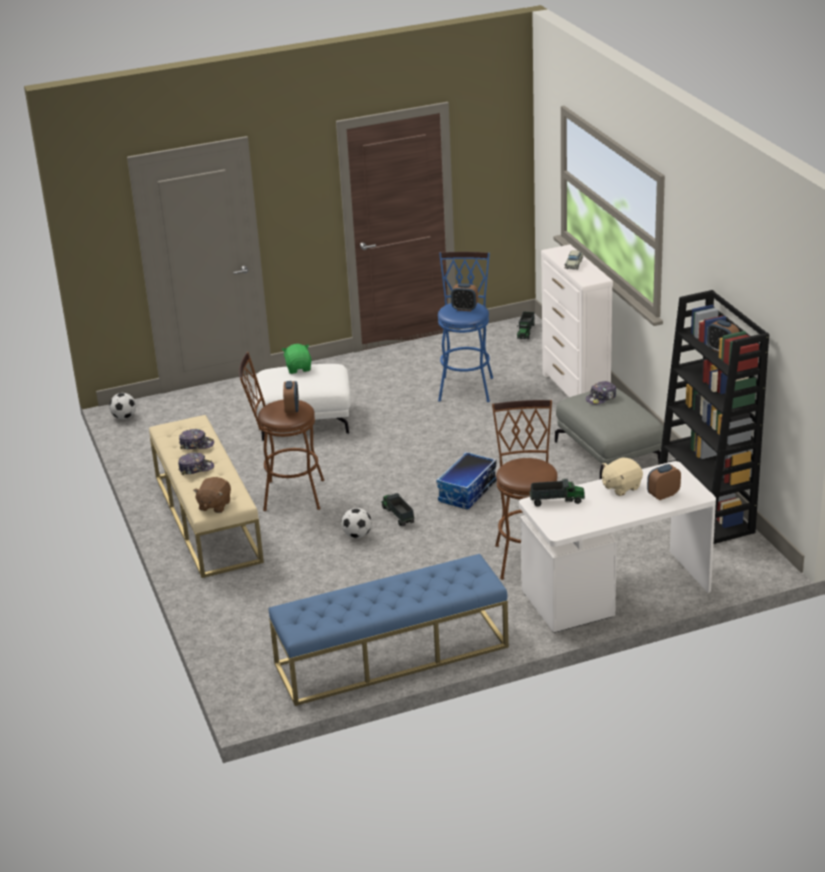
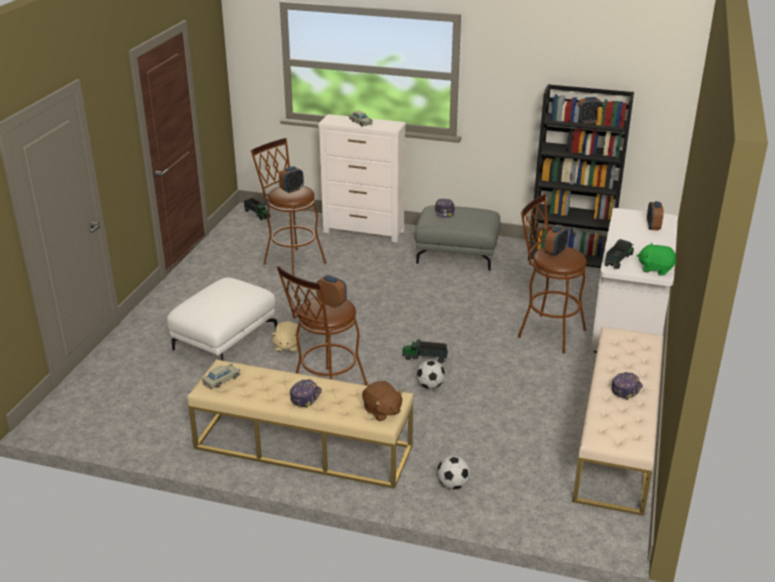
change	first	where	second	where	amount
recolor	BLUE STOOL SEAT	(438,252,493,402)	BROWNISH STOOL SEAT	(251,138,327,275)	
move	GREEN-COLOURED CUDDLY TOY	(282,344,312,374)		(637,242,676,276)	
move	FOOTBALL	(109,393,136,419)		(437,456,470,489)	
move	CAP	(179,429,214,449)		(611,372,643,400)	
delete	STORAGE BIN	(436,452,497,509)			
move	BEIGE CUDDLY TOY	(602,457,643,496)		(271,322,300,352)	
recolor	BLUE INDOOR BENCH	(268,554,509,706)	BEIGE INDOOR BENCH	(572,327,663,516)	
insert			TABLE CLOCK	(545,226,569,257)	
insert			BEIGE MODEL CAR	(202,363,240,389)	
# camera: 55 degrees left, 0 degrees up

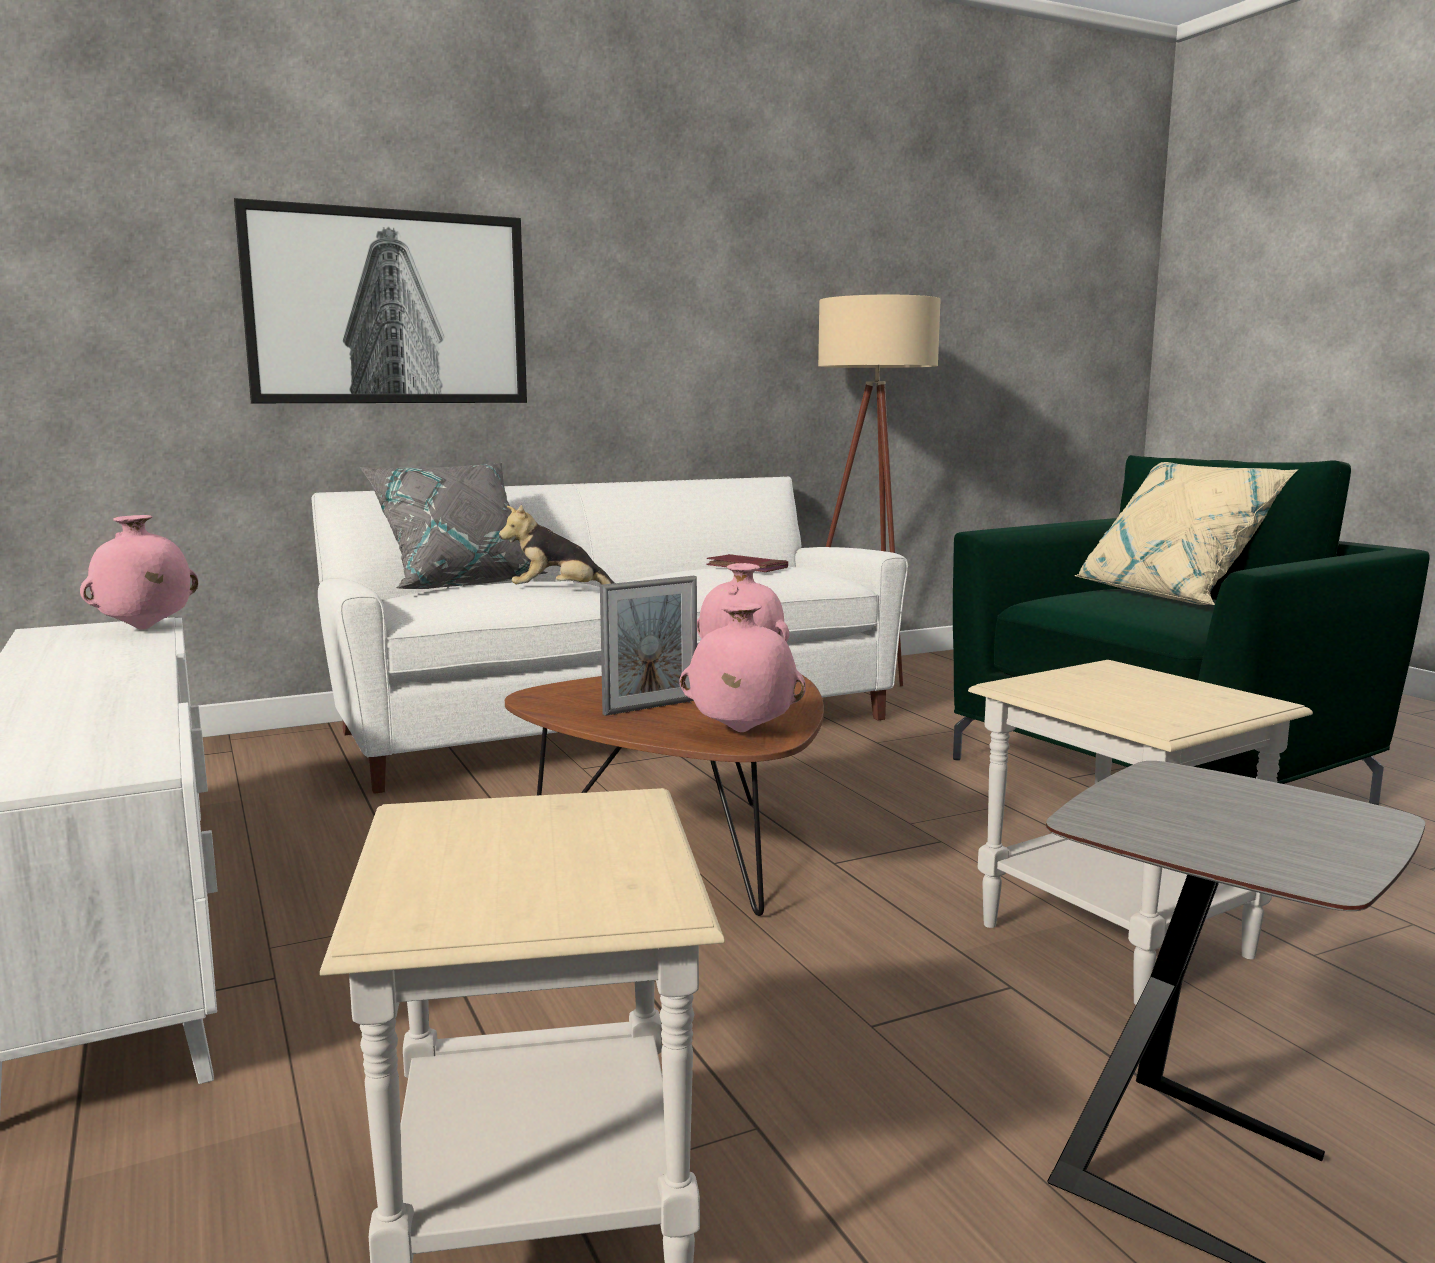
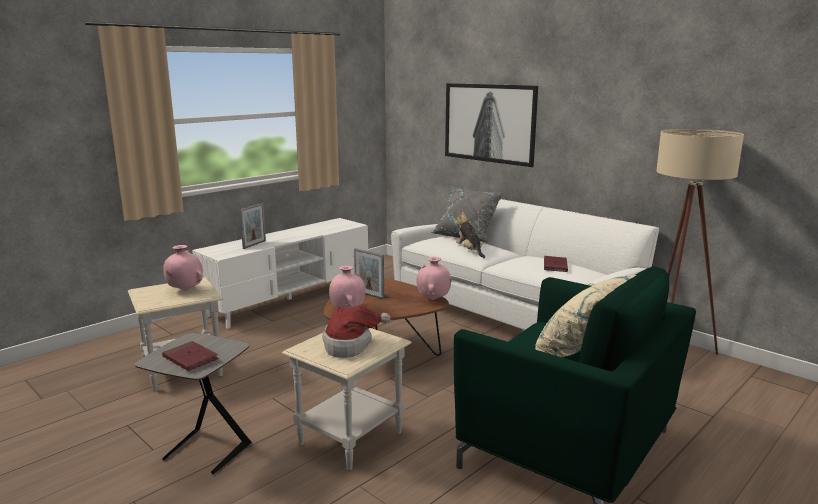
change	first	where	second	where	amount
move	PINK FLOWER VASE	(80,515,198,630)		(163,245,203,291)	
insert			PHOTO FRAME	(240,203,266,249)	
insert			HAT	(322,305,391,358)	
insert			REDDISH BOUND BOOK	(162,341,219,371)	
# camera: 70 degrees right, 5 degrees up

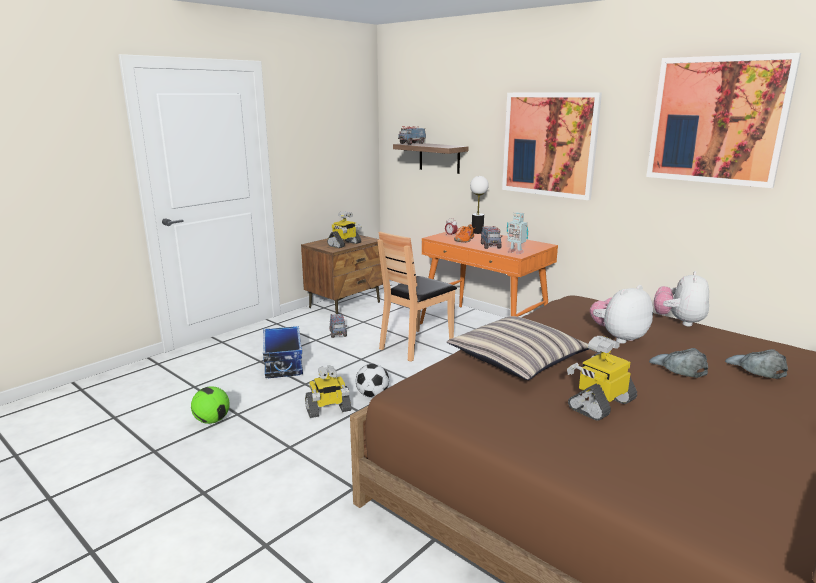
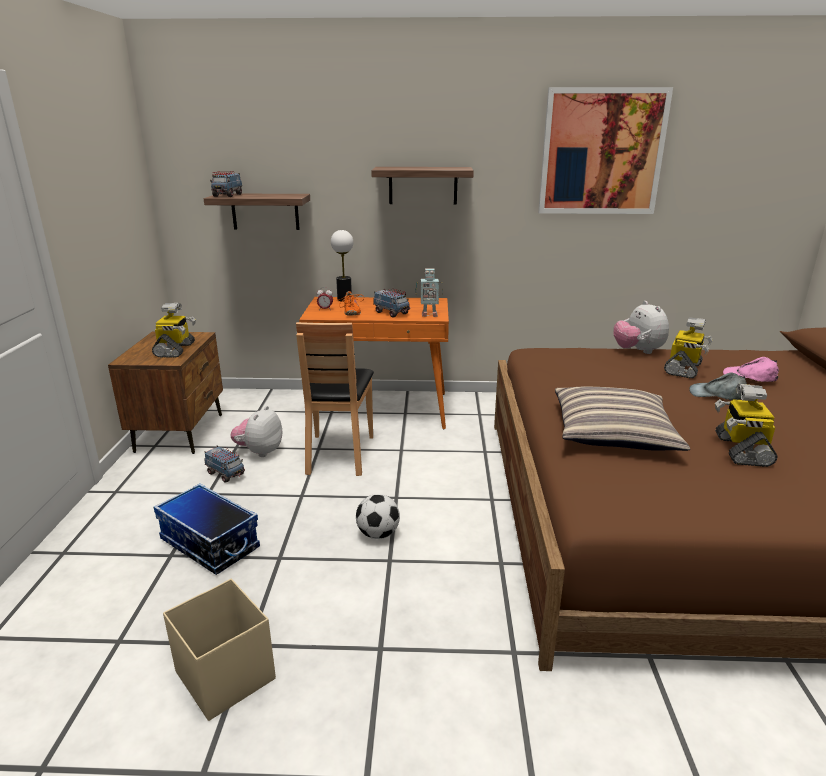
change	first	where	second	where	amount
replace	PICTURE	(502,92,602,200)	SHELF	(371,167,474,205)	
move	CUDDLY TOY	(590,285,653,344)		(230,406,282,457)	
recolor	GREYISH CAP	(725,349,788,379)	PINK CAP	(723,357,779,382)	
move	MODEL ROBOT	(305,365,352,418)		(664,317,713,379)	
replace	FOOTBALL	(191,386,230,424)	BEIGE STORAGE BIN	(163,579,276,721)	
# camera: 40 degrees left, 5 degrees up

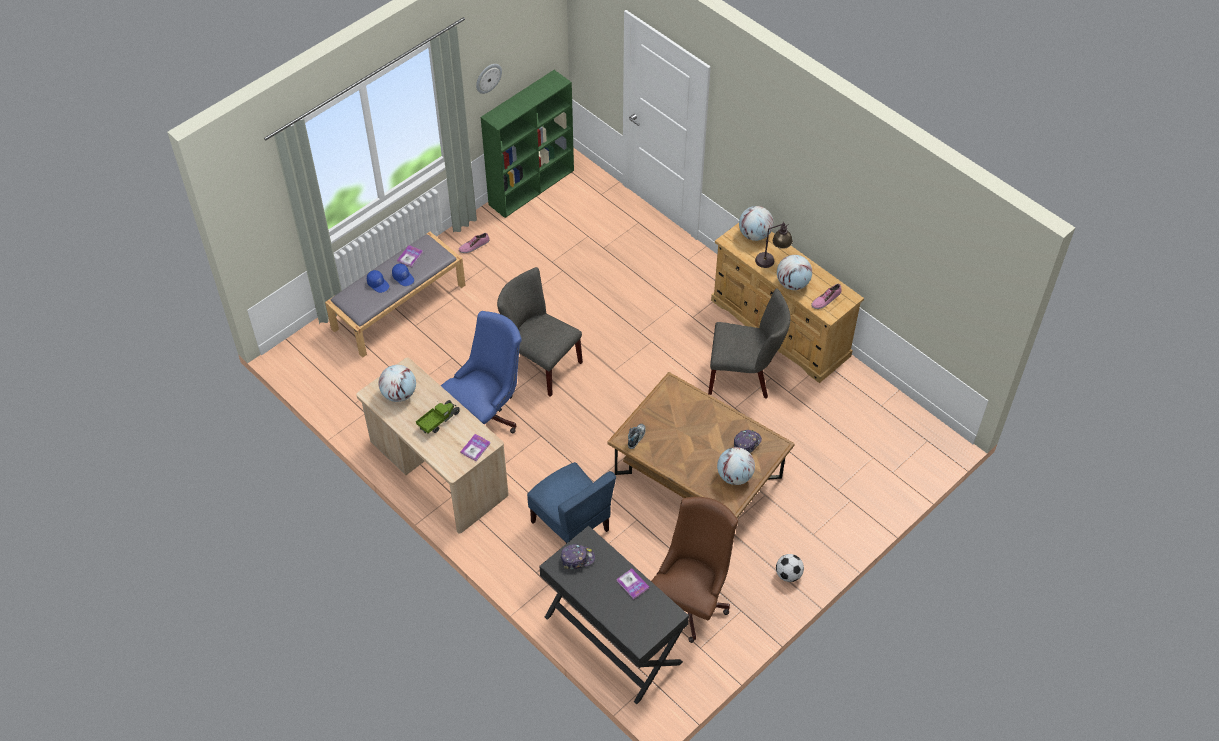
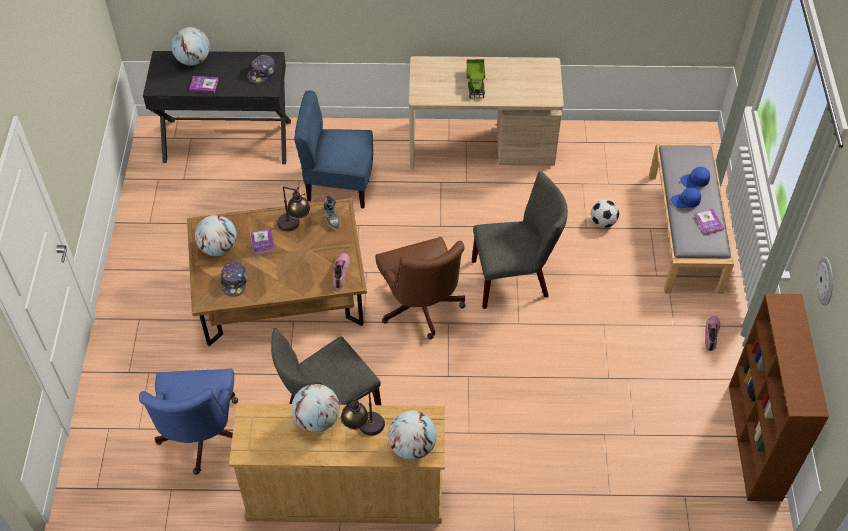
change	first	where	second	where	amount
recolor	GREEN-COLOURED SHELVING UNIT	(481,70,574,218)	BROWNISH SHELVING UNIT	(729,294,829,501)	
move	SHOE	(811,284,841,309)		(333,253,350,289)	
move	BLUE DESK CHAIR	(441,311,522,433)		(139,368,238,475)	
move	GLOBE	(379,365,416,402)		(171,27,210,66)	
move	BOUND BOOK	(461,434,491,461)		(250,229,275,255)	
move	BROWNISH DESK CHAIR	(651,497,738,643)		(375,237,465,339)	
move	FOOTBALL	(776,554,804,582)		(591,200,619,228)	
insert			TABLE LAMP	(277,187,311,231)	
# camera: 135 degrees right, 0 degrees up

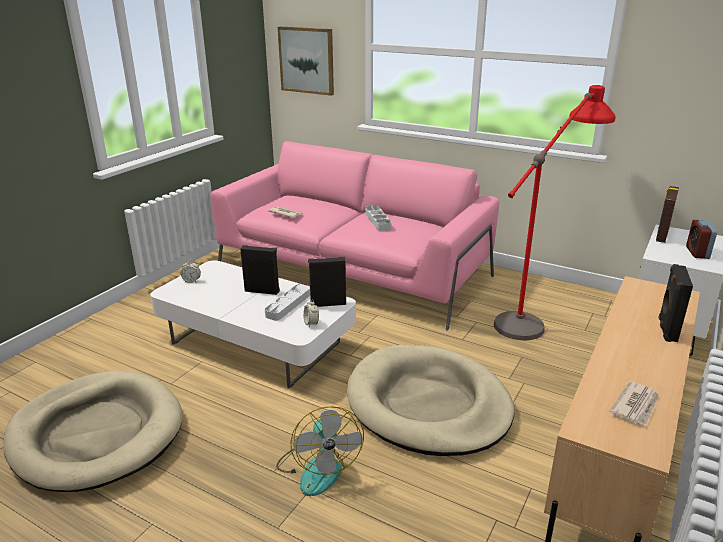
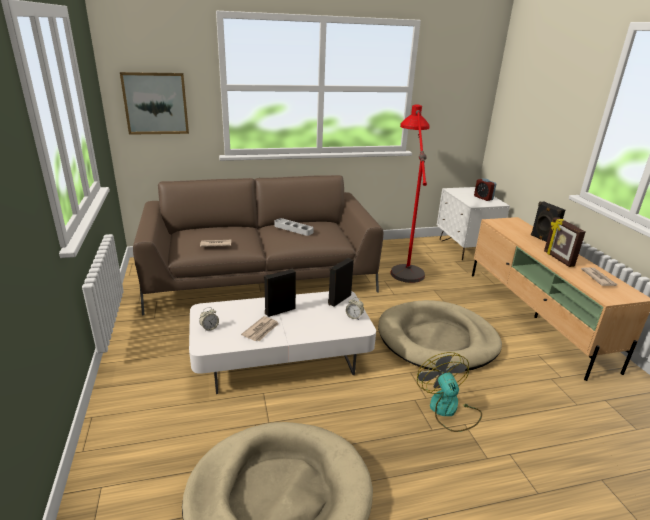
change	first	where	second	where	amount
recolor	PINK SOFA	(211,141,499,330)	BROWNISH SOFA	(133,175,383,315)	
move	PHOTO FRAME	(656,186,679,243)		(544,217,586,267)	
delete	GREYISH TRAY	(265,284,310,321)			
rotate	ELECTRIC FAN	(276,406,364,496)		(417,352,482,432)	135 degrees counterclockwise
insert			NEWSPAPER	(241,316,279,341)	
# camera: 45 degrees left, 0 degrees up

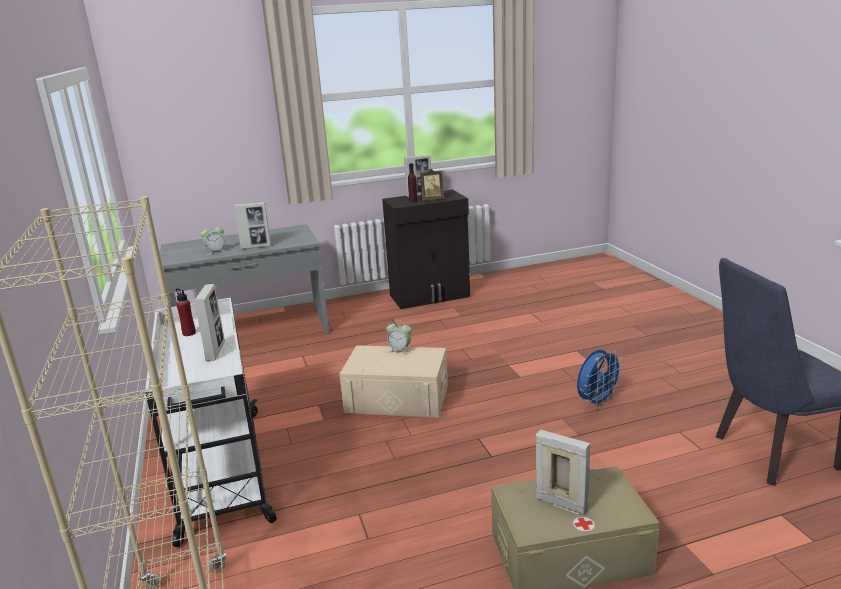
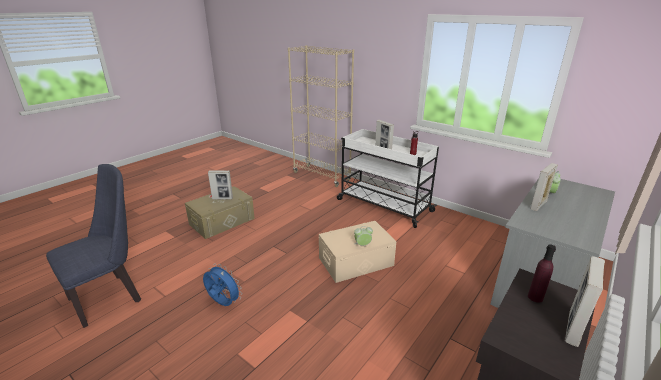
change	first	where	second	where	amount
delete	PHOTO FRAME	(420,169,444,201)			
rotate	BLUE ELECTRIC FAN	(577,350,624,408)		(203,263,242,306)	105 degrees clockwise
# camera: 145 degrees right, 5 degrees up

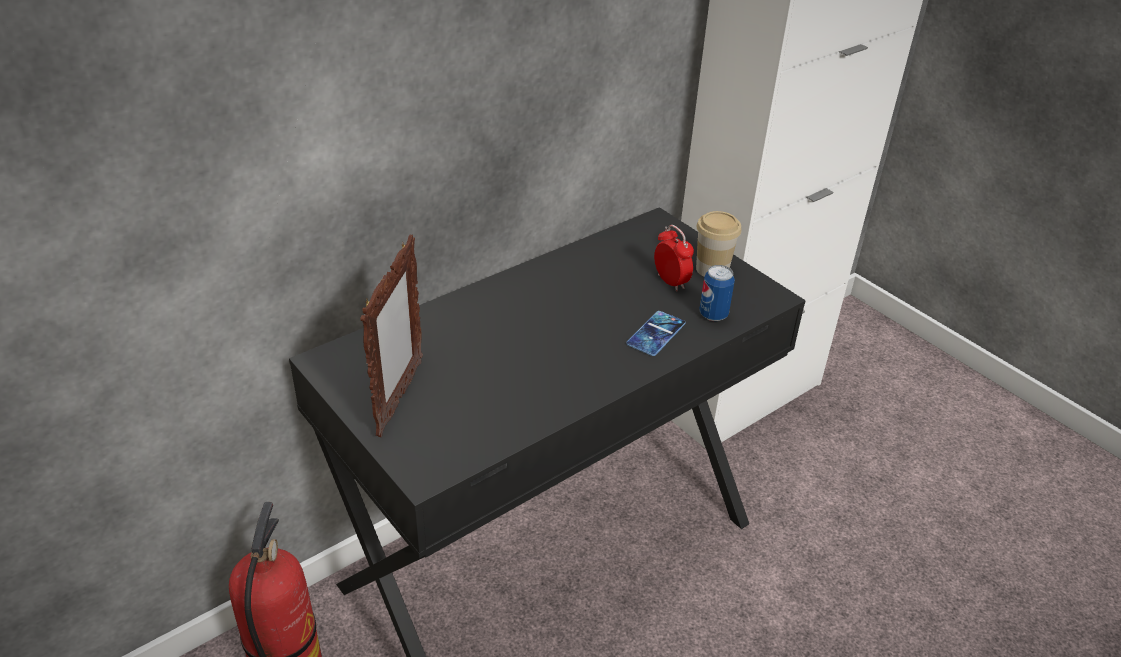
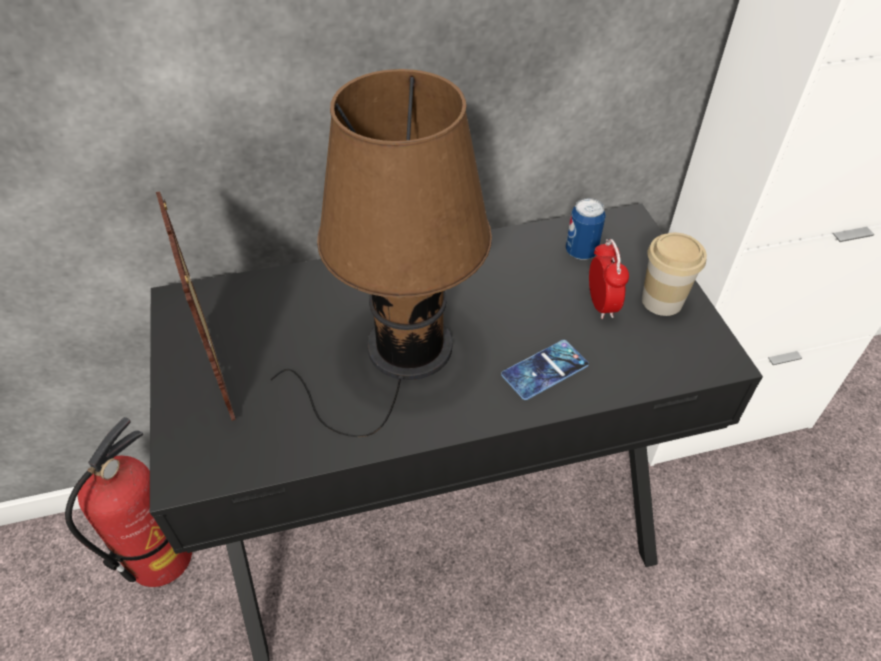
change	first	where	second	where	amount
rotate	PHOTO FRAME	(360,235,423,437)		(156,191,236,421)	120 degrees clockwise
move	SEALED CAN	(699,265,735,321)		(566,198,606,260)	
insert			BROWNISH TABLE LAMP	(271,69,492,437)	
# camera: 25 degrees right, 10 degrees up

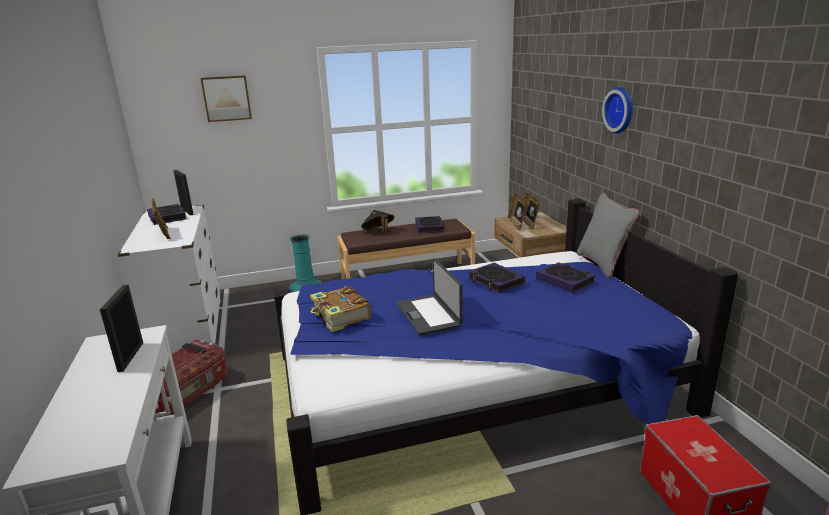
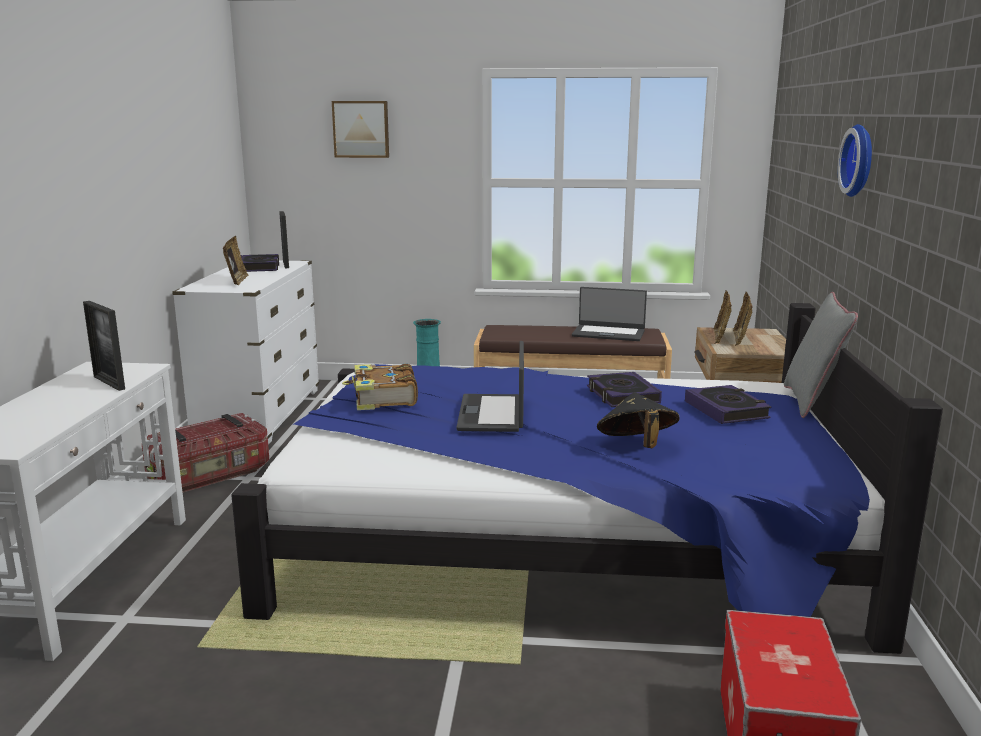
change	first	where	second	where	amount
move	BLACKISH HAT	(361,210,394,231)		(597,392,680,448)	
replace	BOUND BOOK	(415,216,444,233)	NOTEBOOK COMPUTER	(572,287,647,341)	
rotate	PHOTO FRAME	(100,285,143,372)		(83,301,125,391)	60 degrees counterclockwise
# camera: 20 degrees right, 5 degrees down

